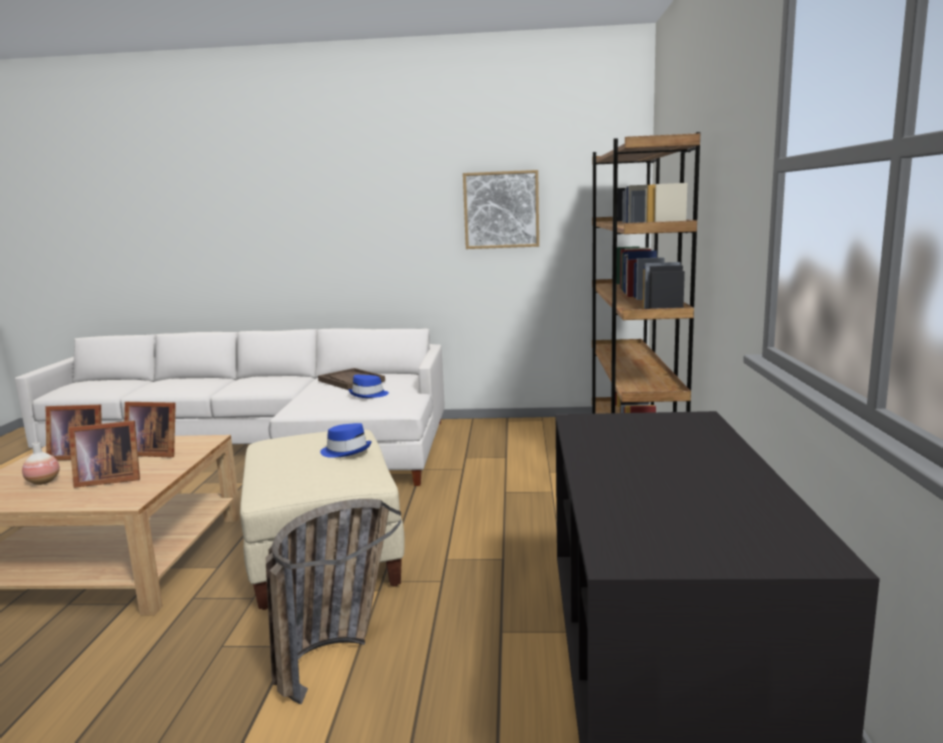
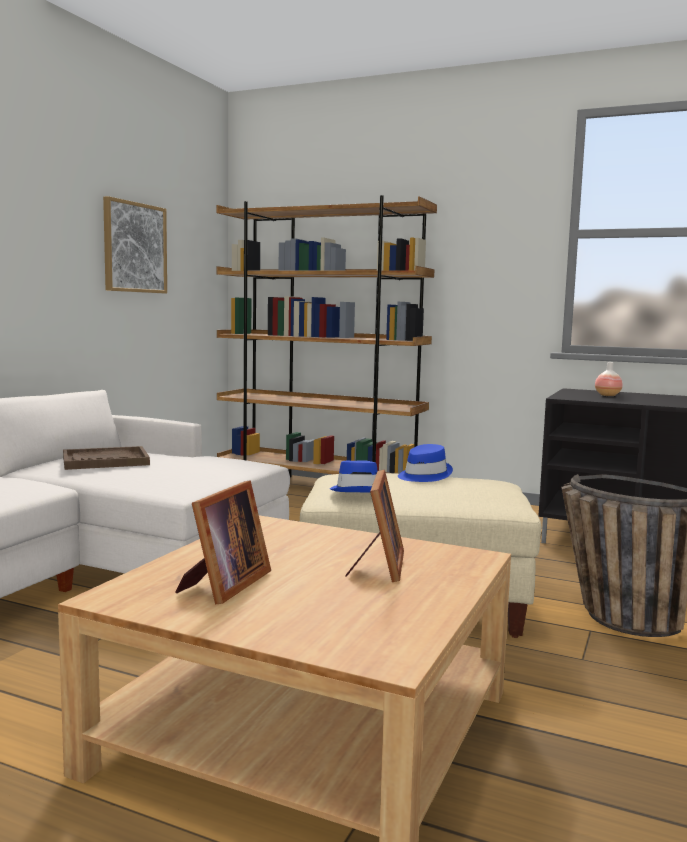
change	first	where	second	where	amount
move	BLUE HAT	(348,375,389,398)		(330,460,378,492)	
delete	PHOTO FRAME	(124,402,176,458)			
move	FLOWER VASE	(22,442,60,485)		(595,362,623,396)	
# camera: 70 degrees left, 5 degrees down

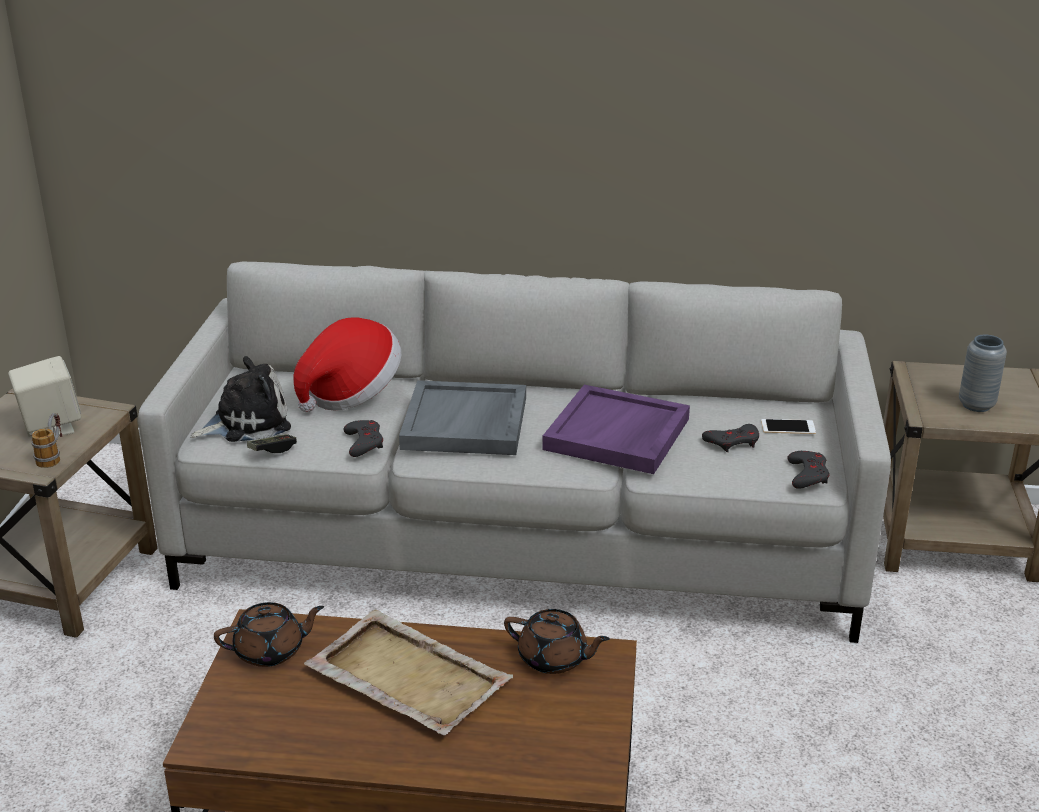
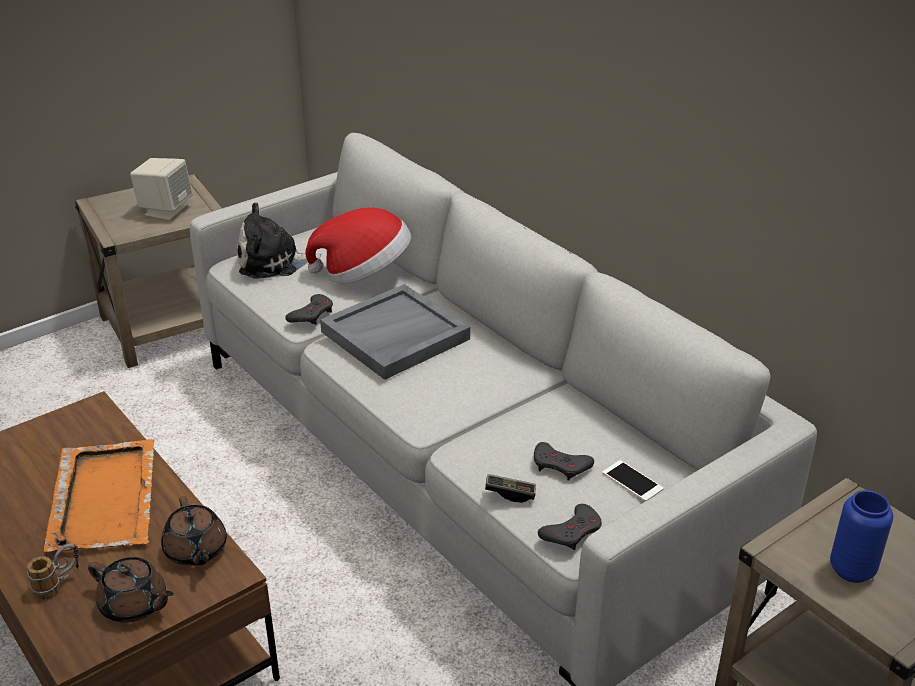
change	first	where	second	where	amount
recolor	GREYISH FLOWER VASE	(959,335,1007,412)	BLUE FLOWER VASE	(830,490,893,583)	
rotate	CUDDLY TOY	(190,356,291,442)		(237,202,323,279)	150 degrees clockwise
delete	PURPLE-COLOURED TRAY	(542,385,690,474)			
move	COFFEE MUG	(31,413,62,468)		(27,544,79,600)	
move	GAME CONTROLLER	(247,434,297,453)		(485,474,536,503)	
move	BROWNISH POT FOR TEA	(214,602,324,667)		(88,557,174,623)	
recolor	BEIGE TRAY	(304,609,513,735)	ORANGE TRAY	(44,439,154,552)	
# camera: 45 degrees right, 5 degrees up

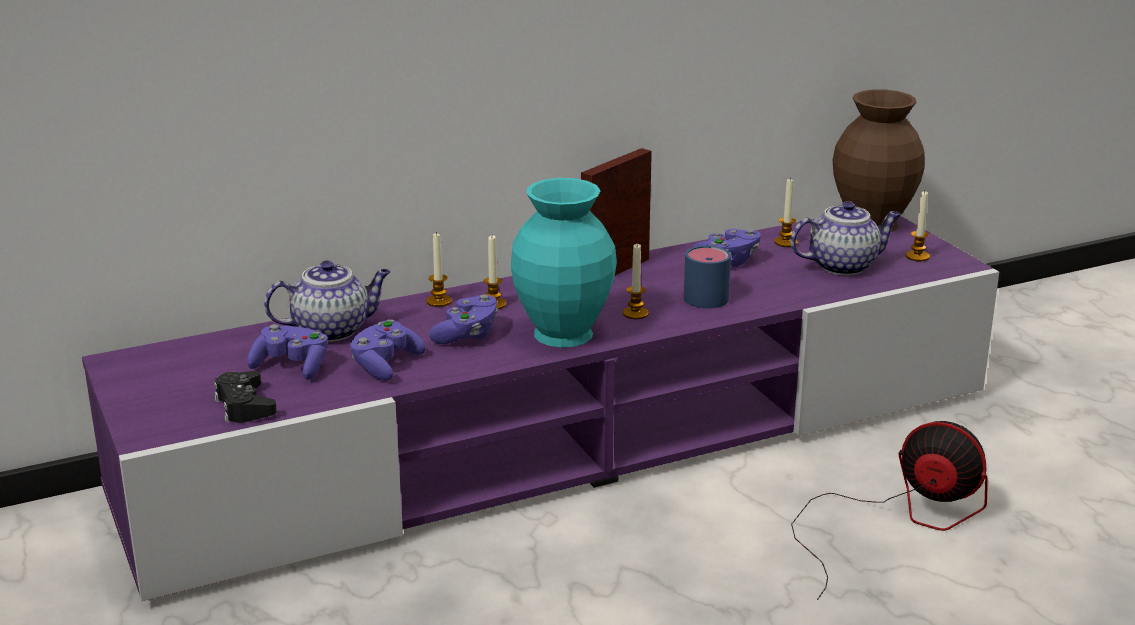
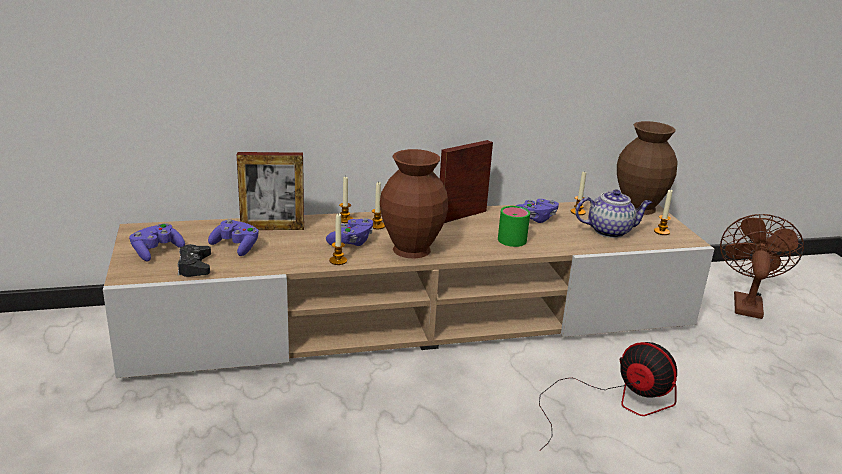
change	first	where	second	where	amount
recolor	BLUE-GREEN FLOWER VASE	(511,178,617,347)	BROWNISH FLOWER VASE	(380,149,448,259)	
recolor	PURPLE-COLOURED TV UNIT	(82,216,999,601)	BEIGE TV UNIT	(103,201,714,378)	
move	WAX CANDLE	(623,244,649,319)		(329,213,347,265)	
recolor	BLUE COFFEE MUG	(684,246,731,309)	GREEN-COLOURED COFFEE MUG	(498,206,530,247)	
replace	POT FOR TEA	(264,260,391,342)	PHOTO FRAME	(237,152,304,230)	
move	PURPLE-COLOURED GAME CONTROLLER	(350,319,426,381)		(129,223,185,261)	
insert			BROWNISH ELECTRIC FAN	(720,214,804,319)	
# camera: 10 degrees right, 0 degrees up

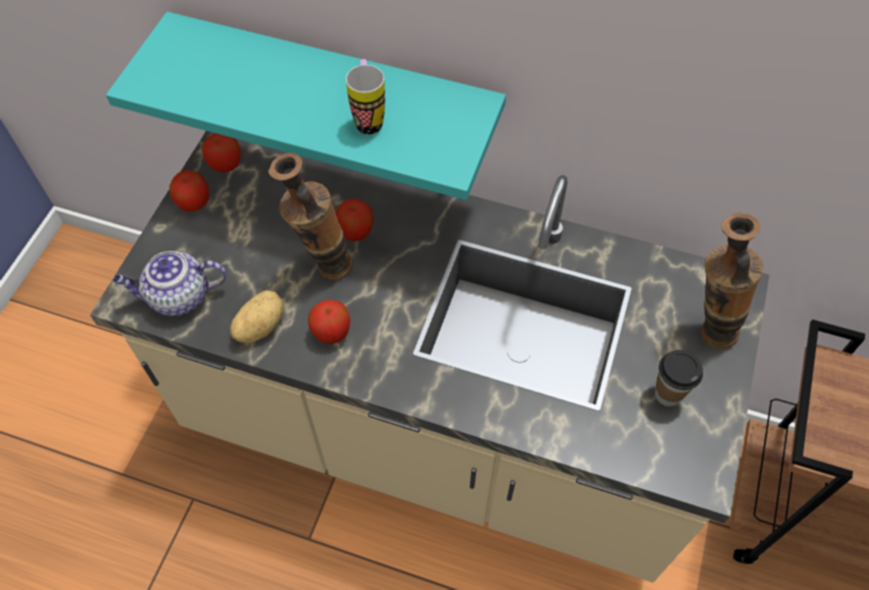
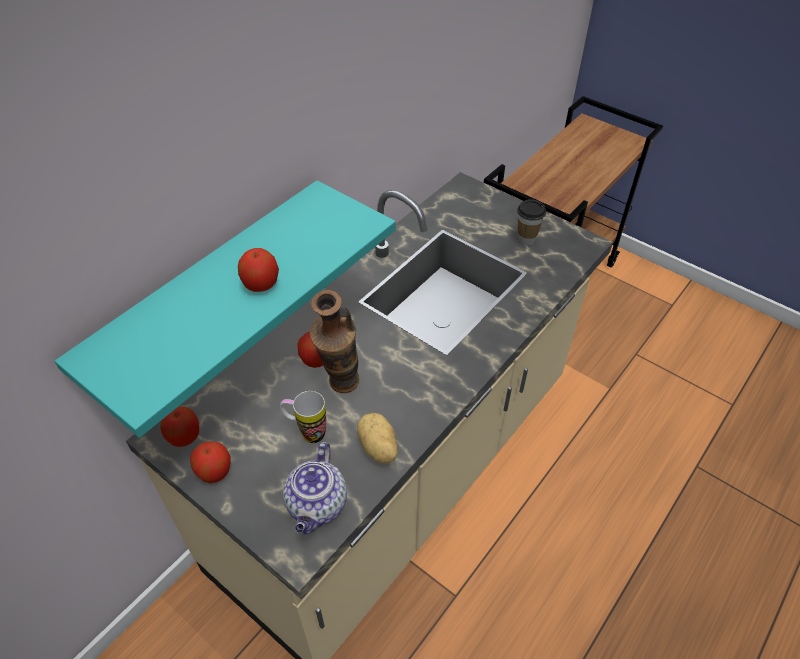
change	first	where	second	where	amount
move	COFFEE MUG	(346,59,385,135)		(280,391,326,443)	
delete	FLOWER VASE	(701,213,763,349)			
move	APPLE	(308,300,350,344)		(238,248,279,292)	
# camera: 70 degrees left, 10 degrees down

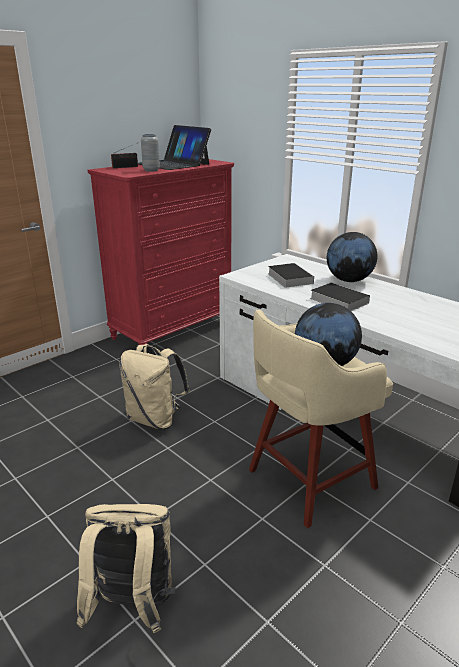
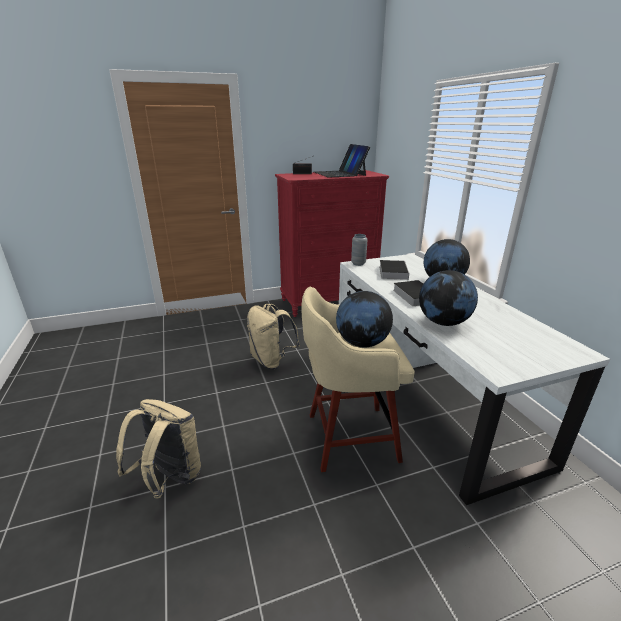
change	first	where	second	where	amount
move	GREYISH FLOWER VASE	(141,134,160,172)		(351,234,367,266)	
insert			GLOBE	(419,270,478,326)	
# camera: 25 degrees right, 0 degrees up

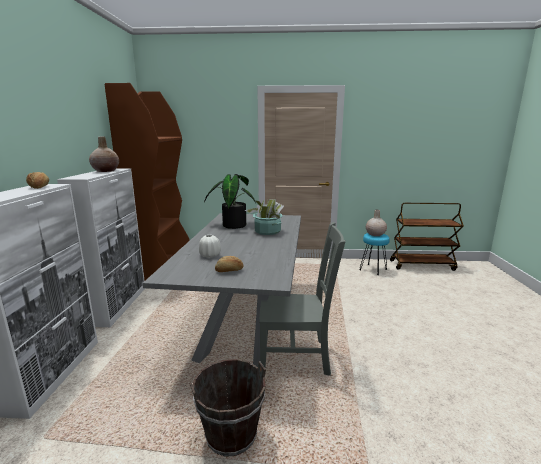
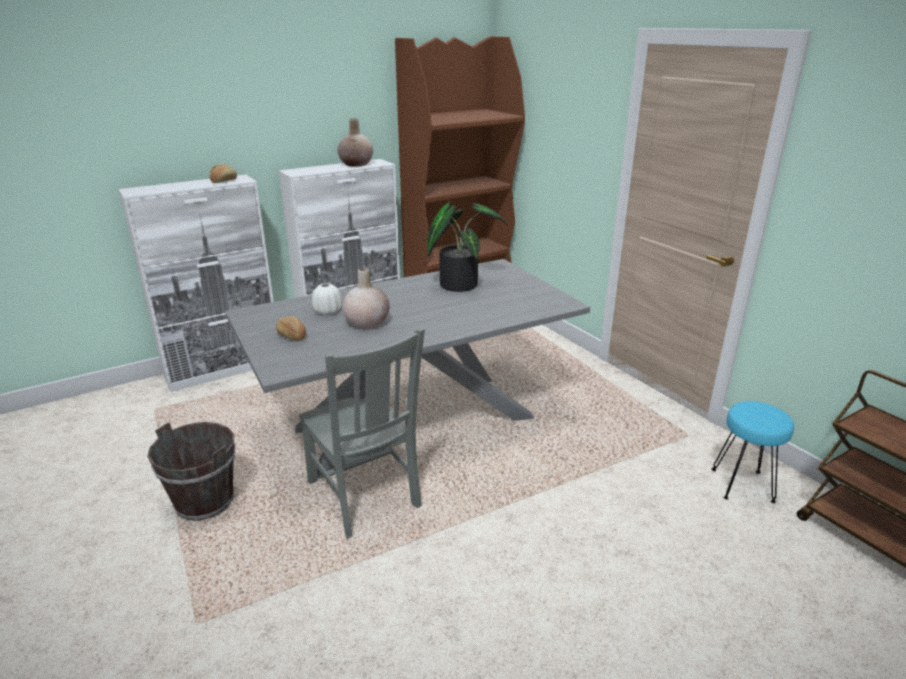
change	first	where	second	where	amount
delete	HOUSEPLANT	(245,199,284,235)			
move	BEIGE FLOWER VASE	(366,210,387,236)		(342,267,390,329)	
# camera: 55 degrees right, 10 degrees up

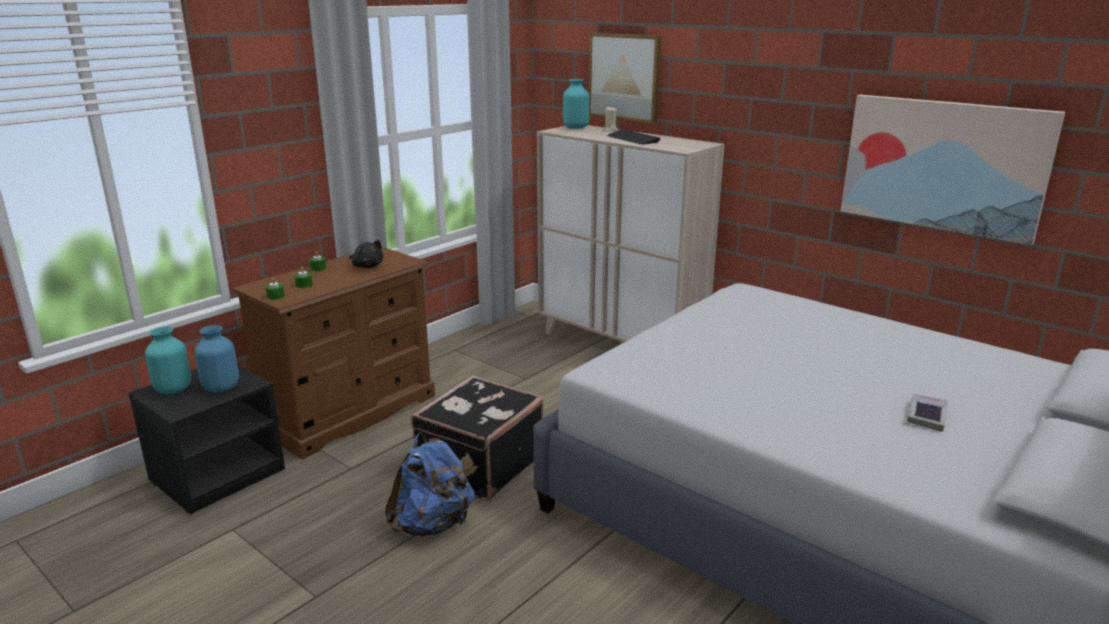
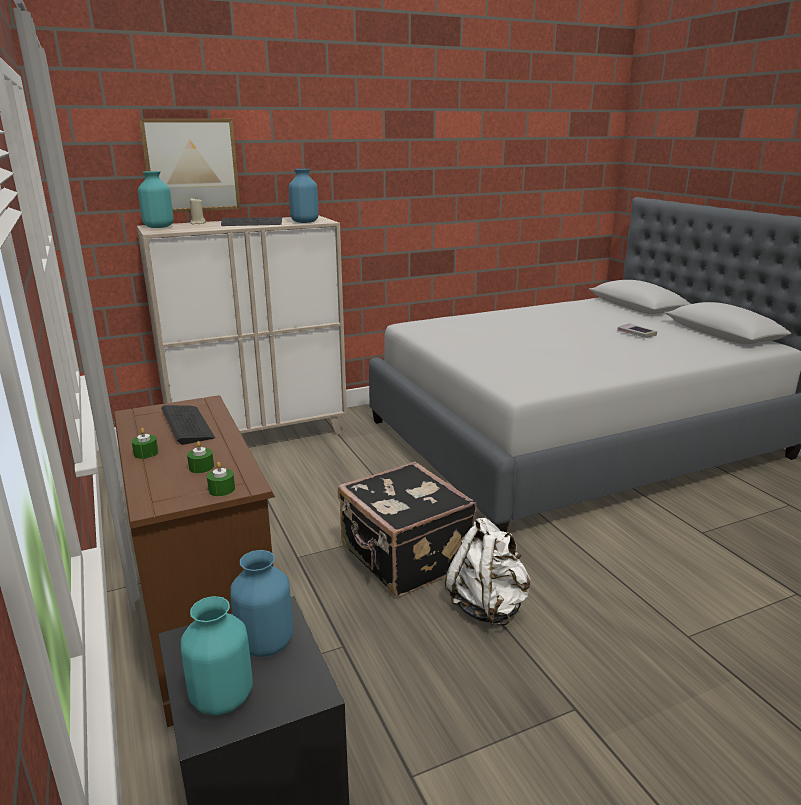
change	first	where	second	where	amount
delete	PICTURE	(841,95,1065,245)			
replace	BLACKISH CUDDLY TOY	(349,240,384,268)	COMPUTER KEYBOARD	(161,405,215,445)	
recolor	BLUE BACKPACK	(385,433,475,536)	WHITE BACKPACK	(445,518,531,626)	
insert			BLUE FLOWER VASE	(289,169,319,223)	
# camera: 65 degrees left, 0 degrees up

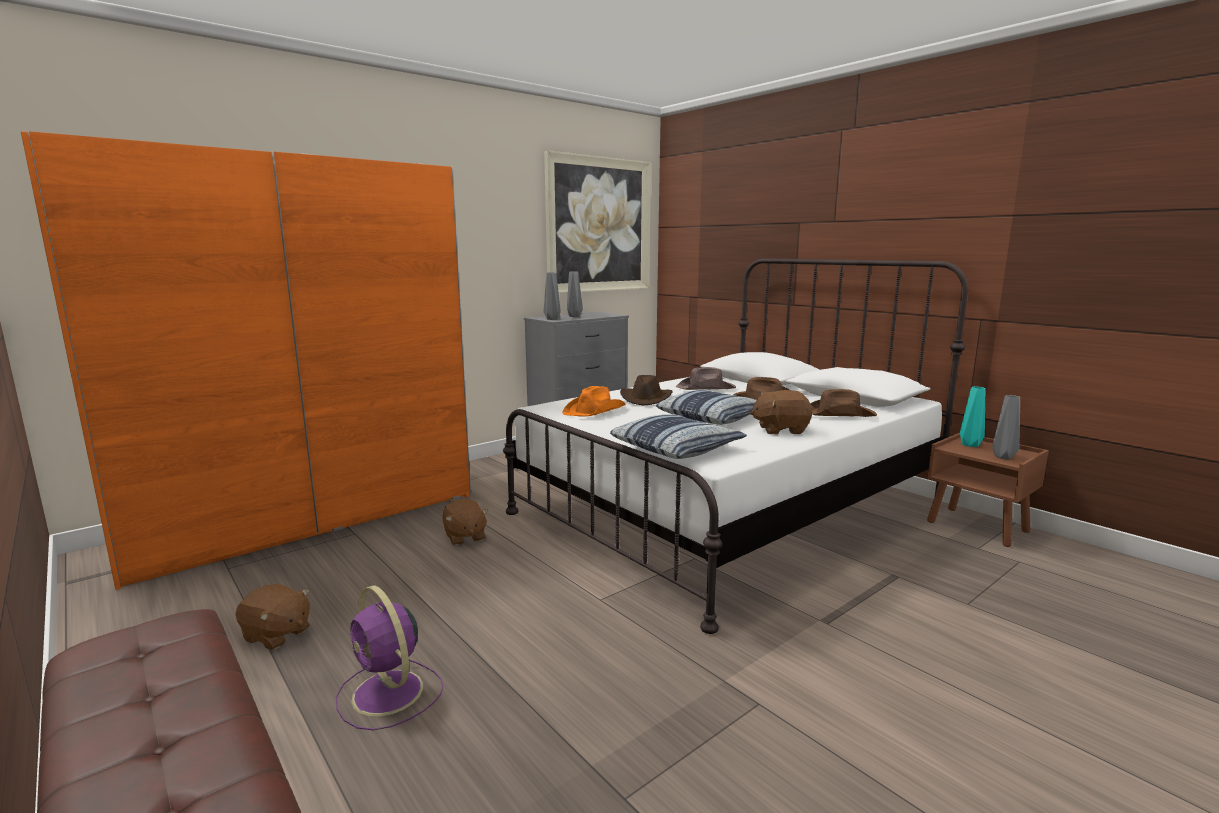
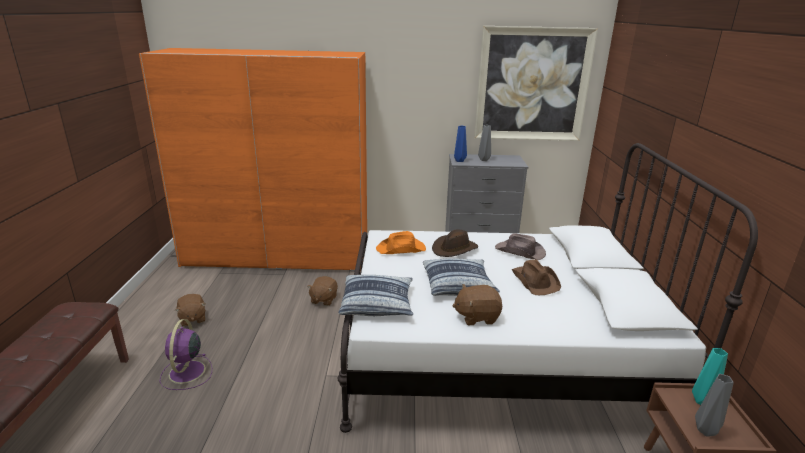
change	first	where	second	where	amount
recolor	GREYISH FLOWER VASE	(544,272,561,320)	BLUE FLOWER VASE	(454,125,467,162)	
delete	BROWNISH HAT	(810,389,877,417)			
rotate	BROWNISH CUDDLY TOY	(750,390,812,434)		(452,284,502,325)	45 degrees counterclockwise
# camera: 40 degrees right, 10 degrees up

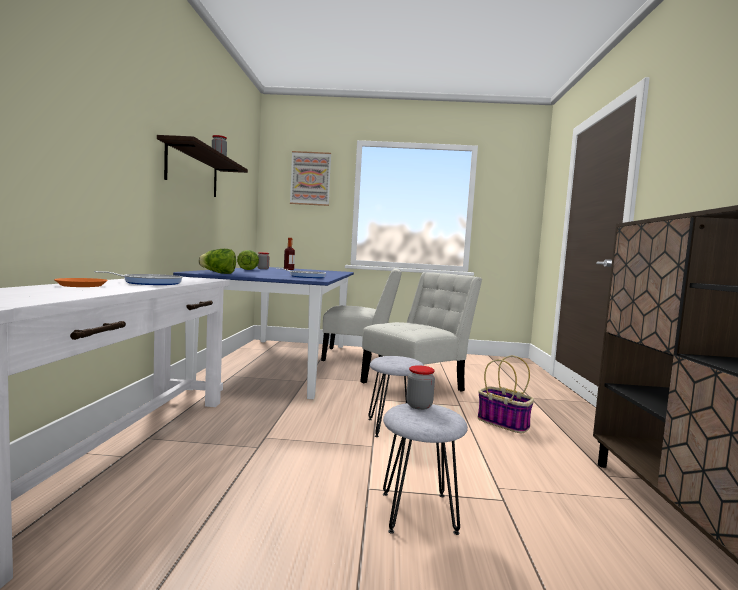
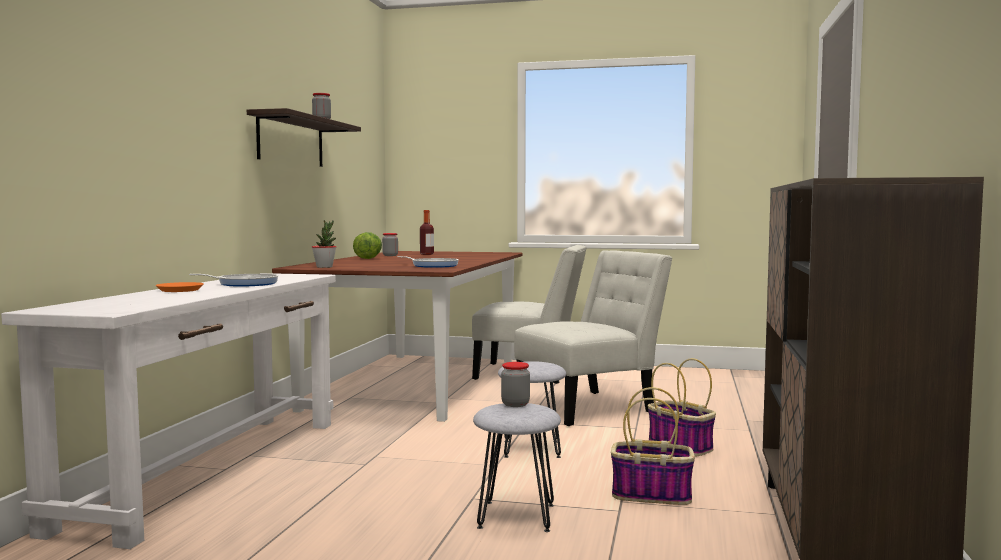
change	first	where	second	where	amount
delete	PICTURE	(290,151,331,206)			
replace	HEAD OF LETTUCE	(198,249,236,274)	HOUSEPLANT	(312,220,336,268)	
recolor	BLUE KITCHEN TABLE	(173,267,354,399)	BROWNISH KITCHEN TABLE	(272,251,523,422)	
insert			STORAGE BASKET	(611,387,695,505)	
# camera: 10 degrees right, 0 degrees up

